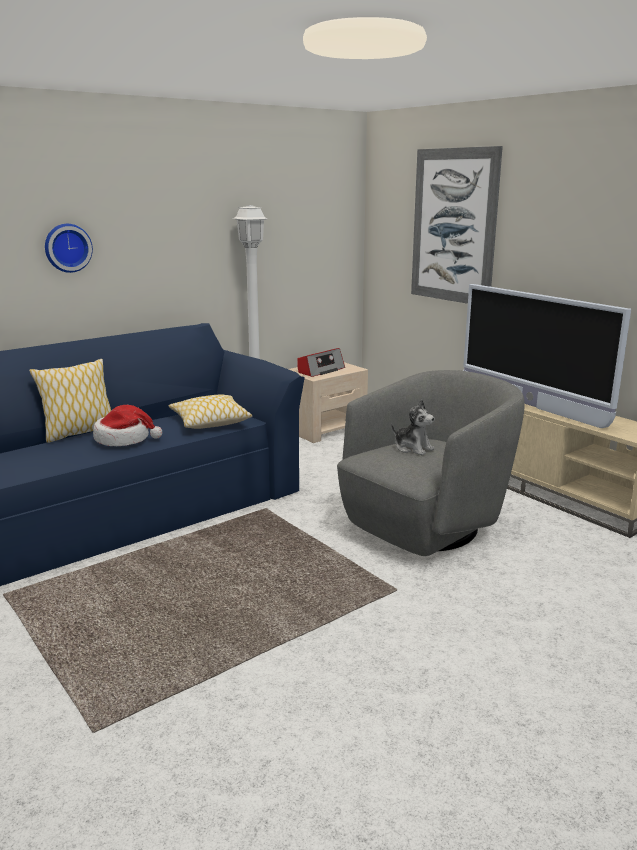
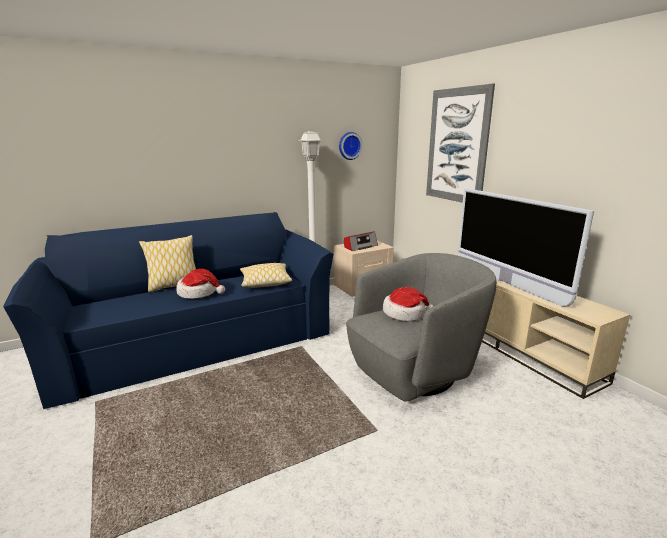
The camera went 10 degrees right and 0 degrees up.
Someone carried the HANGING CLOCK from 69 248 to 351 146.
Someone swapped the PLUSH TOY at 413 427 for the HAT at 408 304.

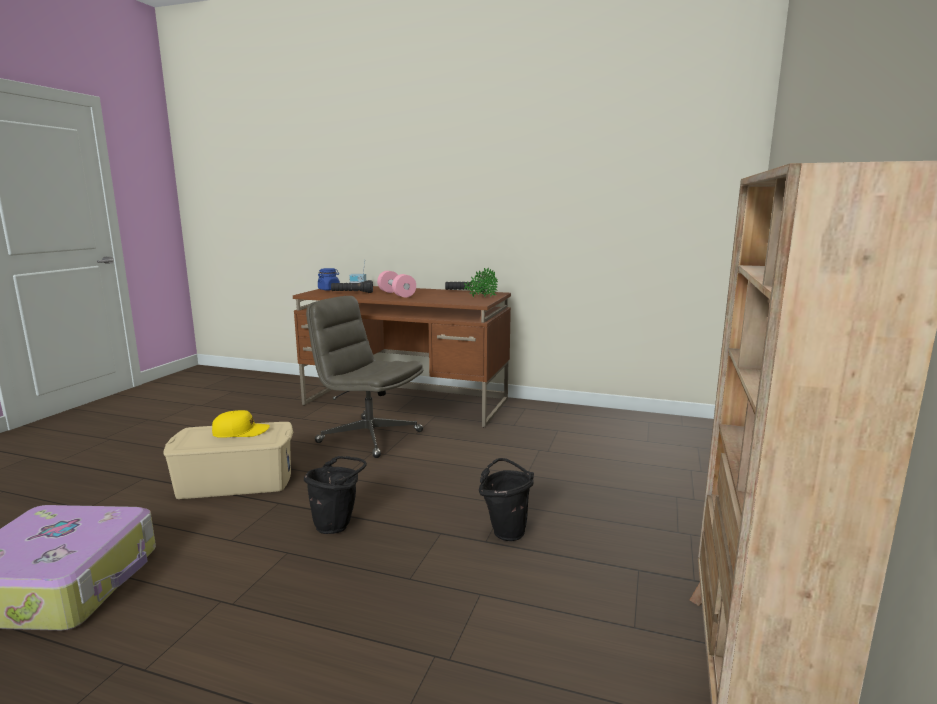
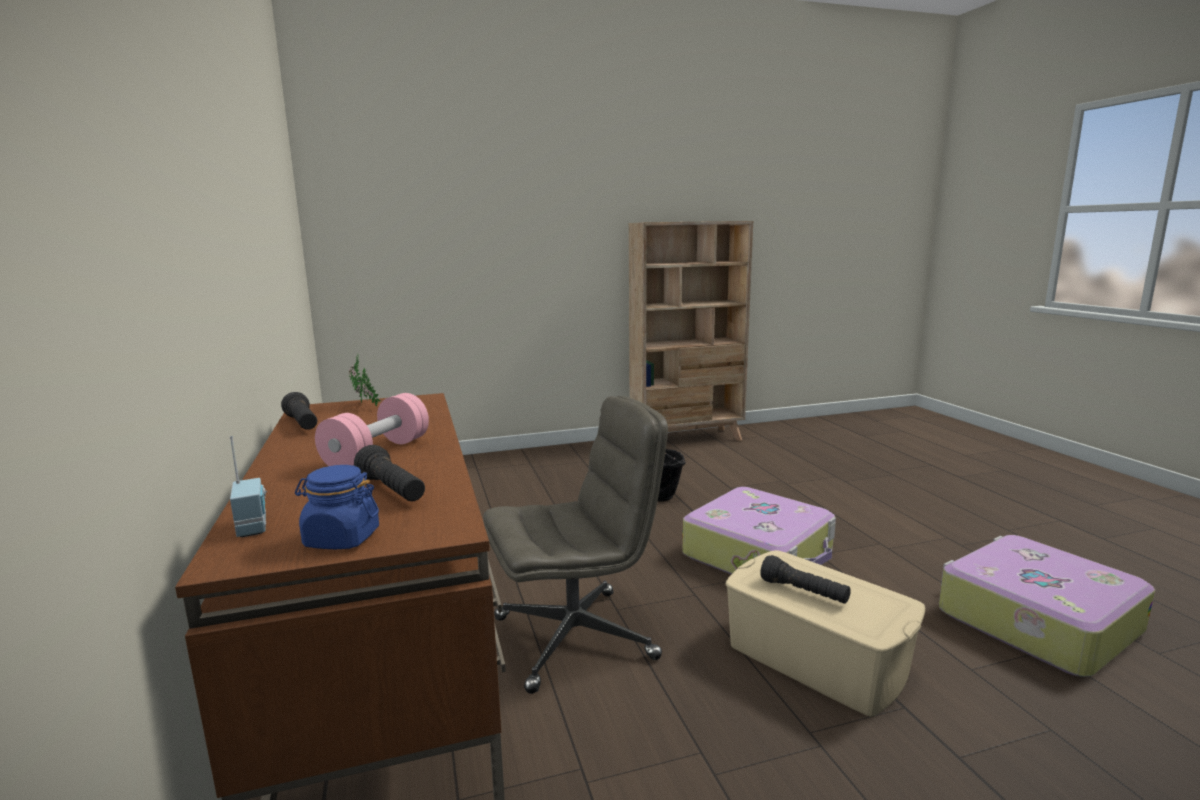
The camera went 125 degrees left and 0 degrees up.
Someone rotated the GREYISH COMPUTER CHAIR at 364 377 by 105 degrees counterclockwise.
Someone swapped the BLACK PAIL at 335 495 for the TRAVEL CASE at 759 530.
Someone swapped the YELLOW CAP at 241 424 for the BLACK HAND TORCH at 805 579.

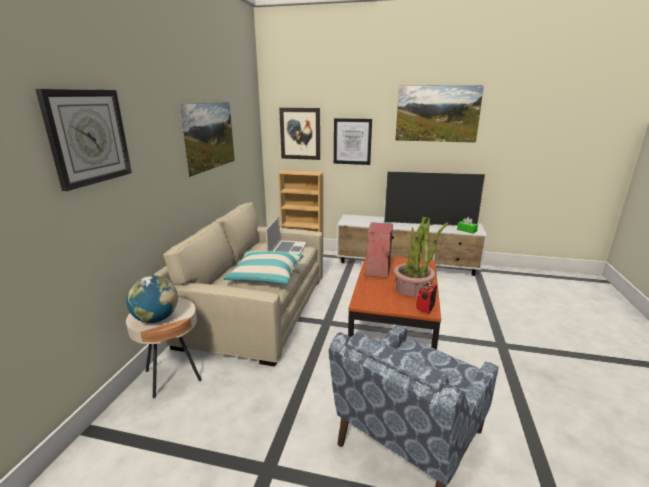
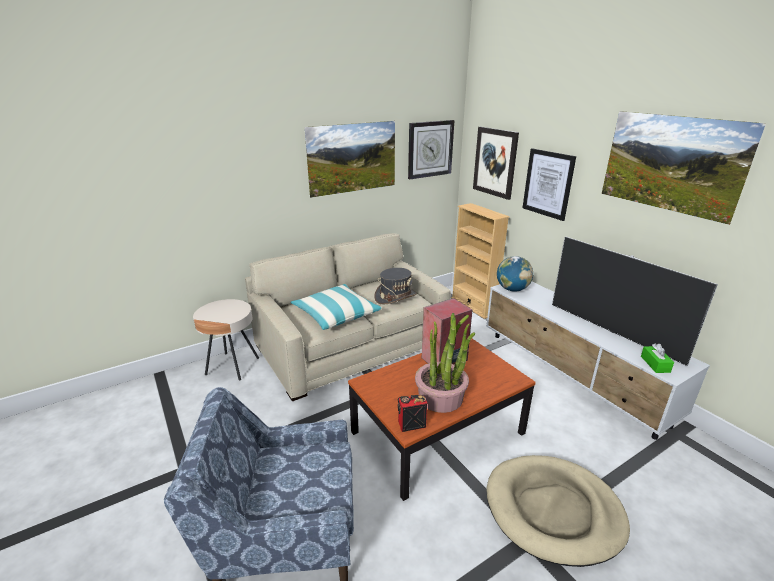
The camera went 45 degrees right and 5 degrees up.
Someone swapped the LAPTOP at 286 235 for the GREYISH HAT at 395 286.
Someone carried the HANGING CLOCK from 83 140 to 431 149.
Someone put down the BEIGE-COLOURED DOG BED at 558 511.
Someone carried the GLOBE from 152 299 to 515 273.

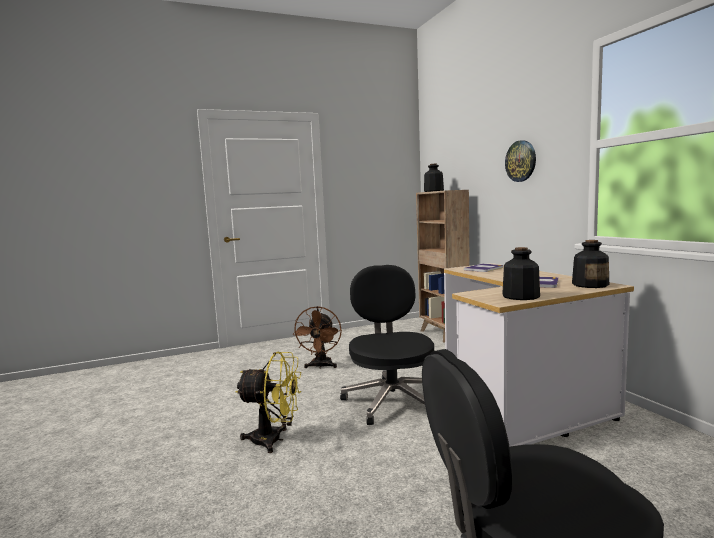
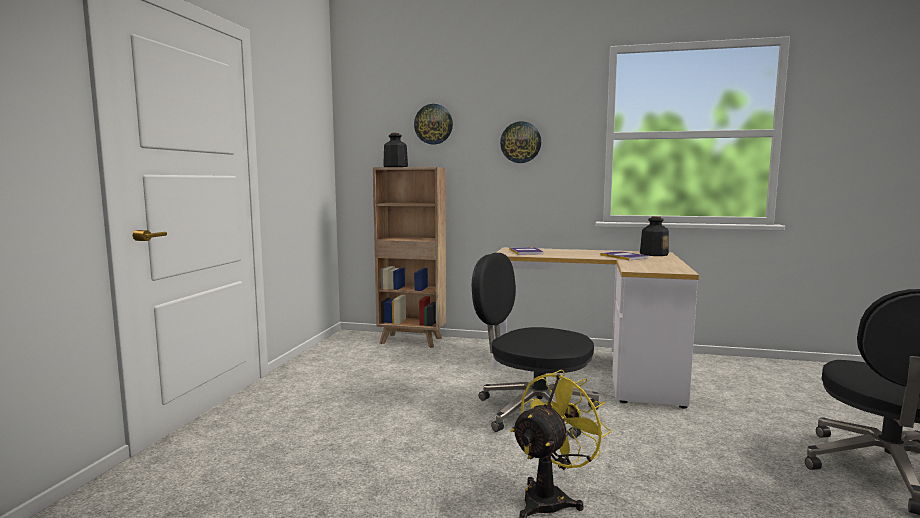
The camera went 55 degrees left and 0 degrees up.
Someone put up the HANGING CLOCK at 433 124.
Someone took away the BROWN FAN at 317 337.
Someone took away the DRINK BOTTLE at 521 273.

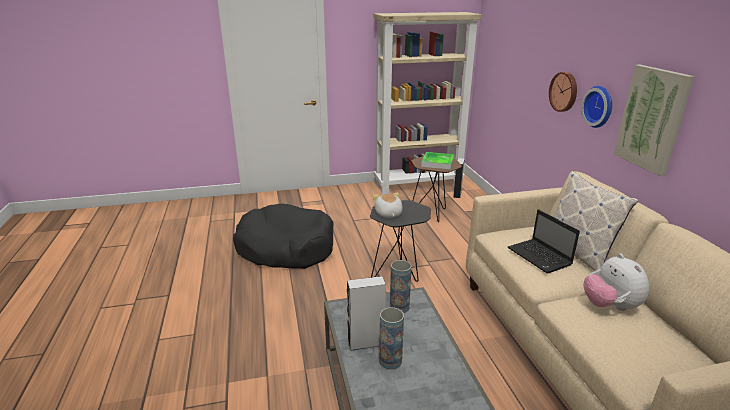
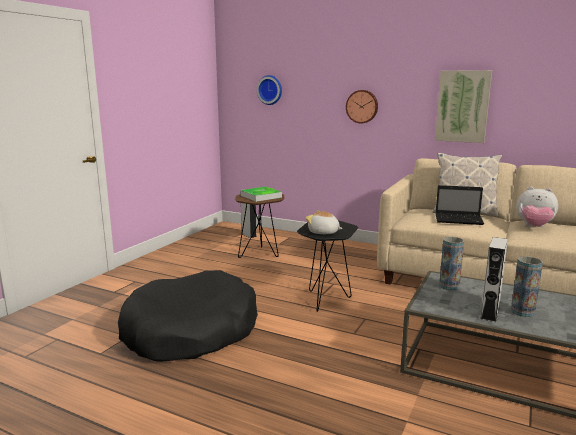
The camera went 50 degrees left and 10 degrees down.
Someone carried the HANGING CLOCK from 596 107 to 269 90.
Someone took away the BEIGE-COLOURED BOOKCASE at 428 103.

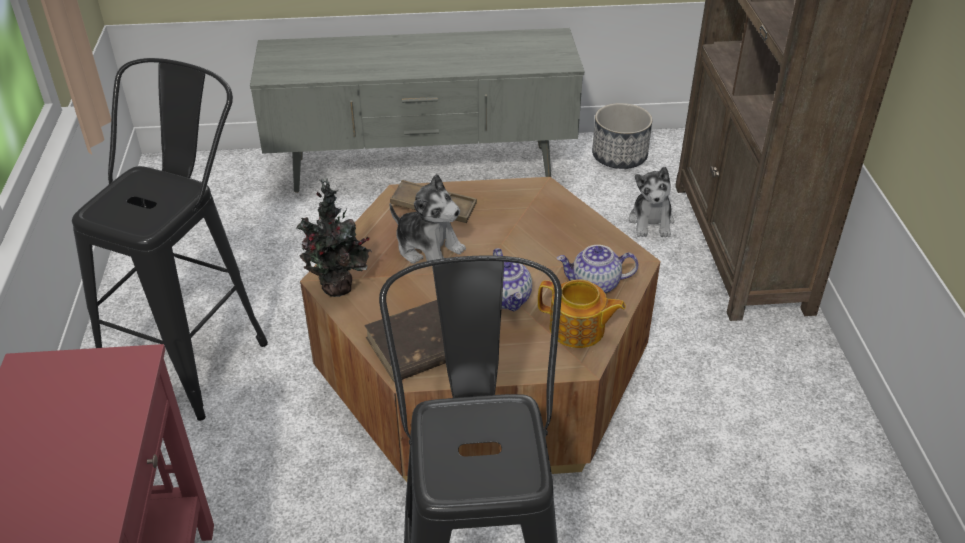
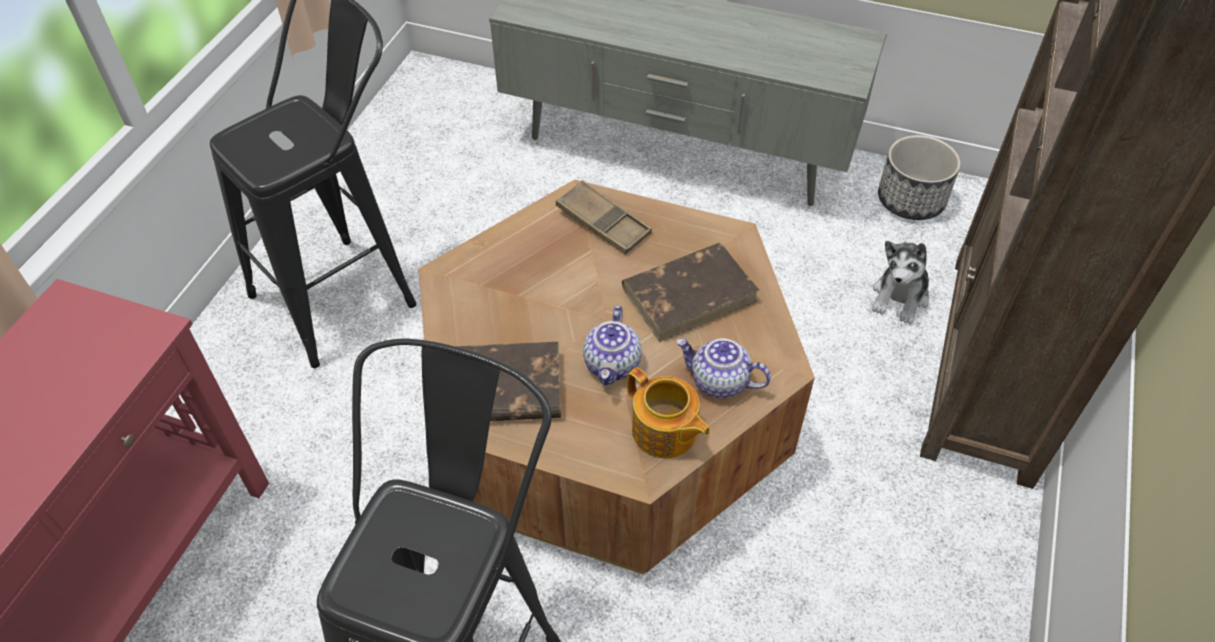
The camera went 25 degrees right and 10 degrees up.
Someone put down the BROWN BOUND BOOK at 691 292.
Someone took away the POTTED PLANT at 334 237.
Someone took away the PLUSH TOY at 427 219.

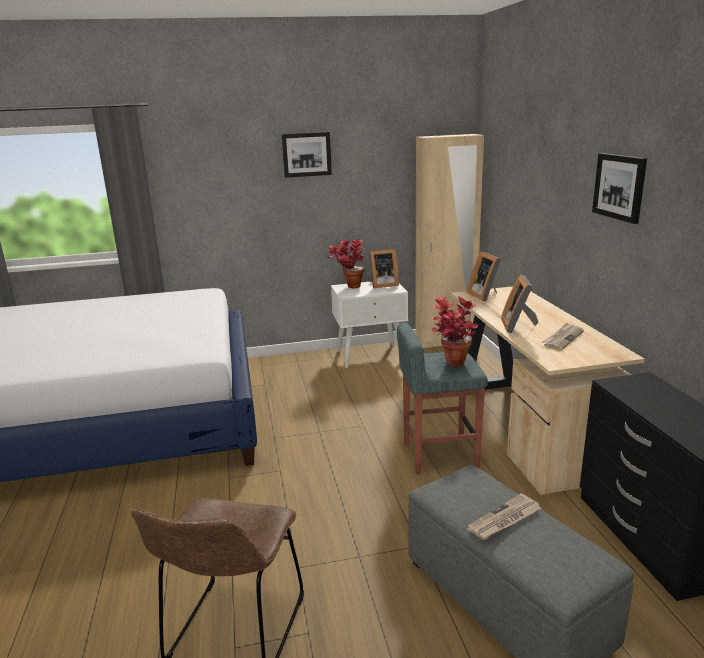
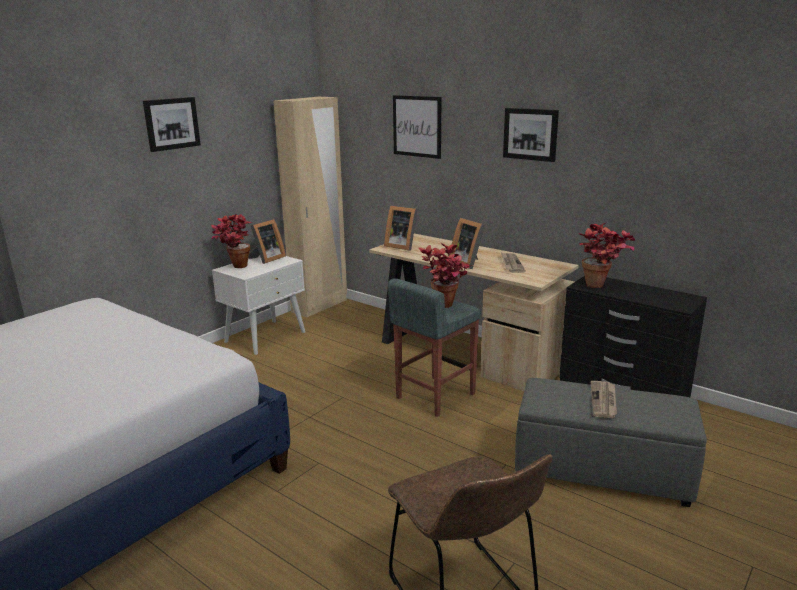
The camera went 40 degrees left and 0 degrees up.
Someone put up the WALL PICTURE at 417 127.
Someone put down the POTTED PLANT at 607 255.

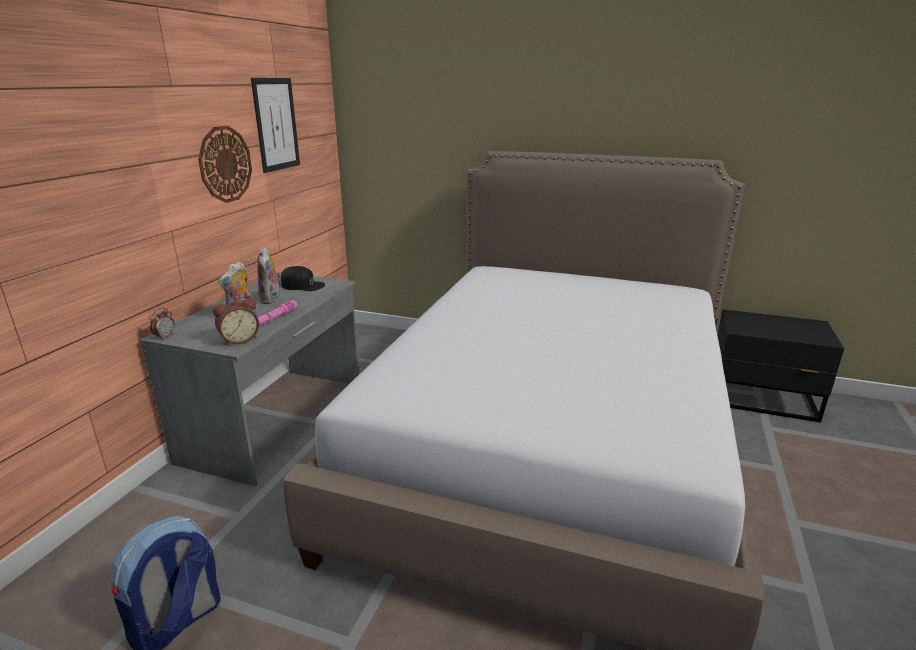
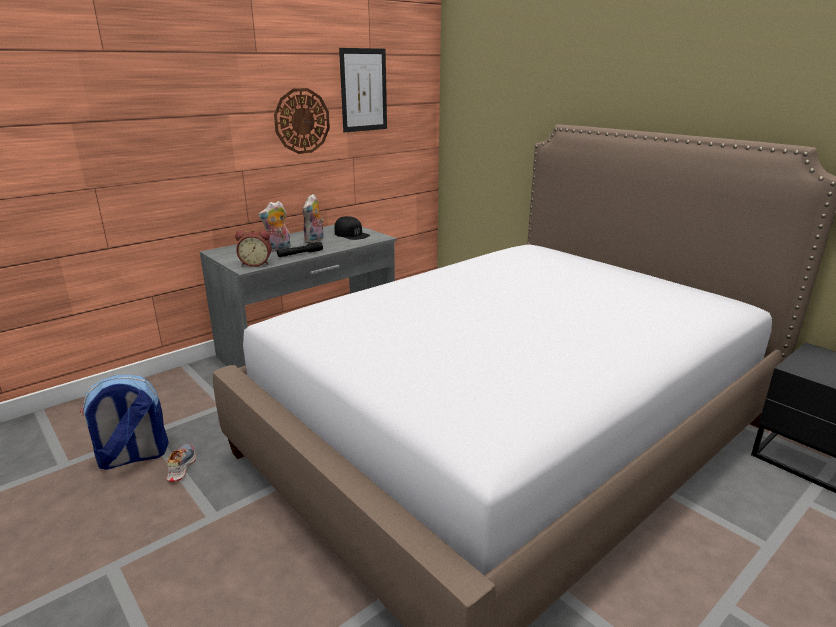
The camera went 30 degrees right and 0 degrees up.
Someone put down the SHOE at 181 463.
Someone repainted the PINK-COLOURED HAND TORCH at 278 313, which became the BLACK HAND TORCH at 300 249.
Someone took away the ALARM CLOCK at 162 323.

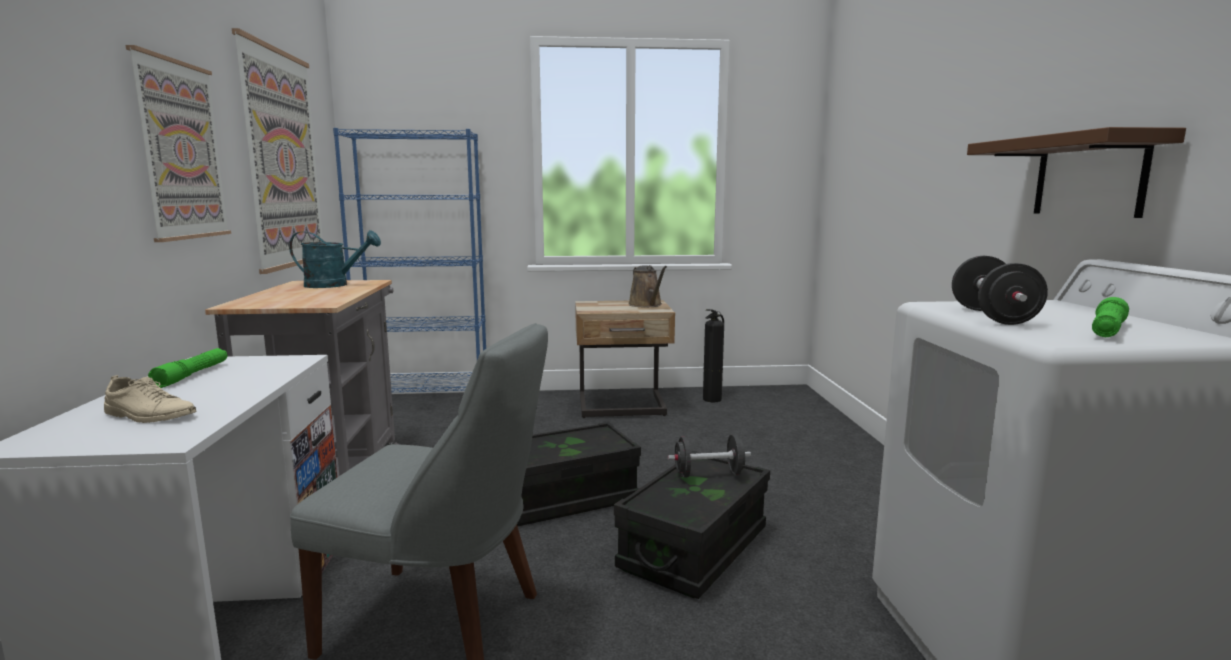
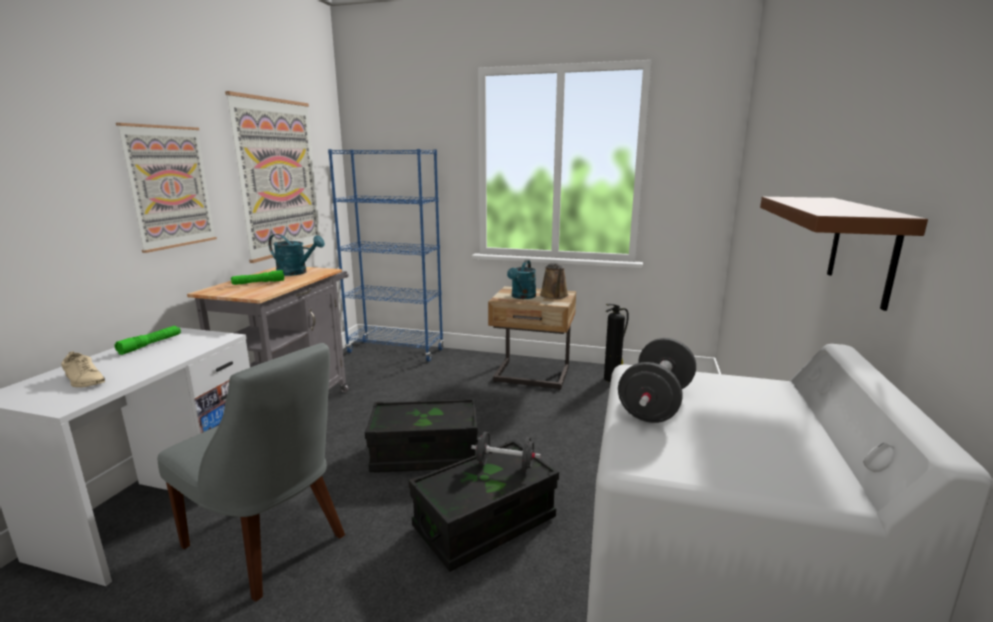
The camera went 20 degrees right and 5 degrees up.
Someone carried the GREEN-COLOURED HAND TORCH from 1110 317 to 257 277.
Someone put down the BLUE-GREEN WATERING CAN at 521 279.

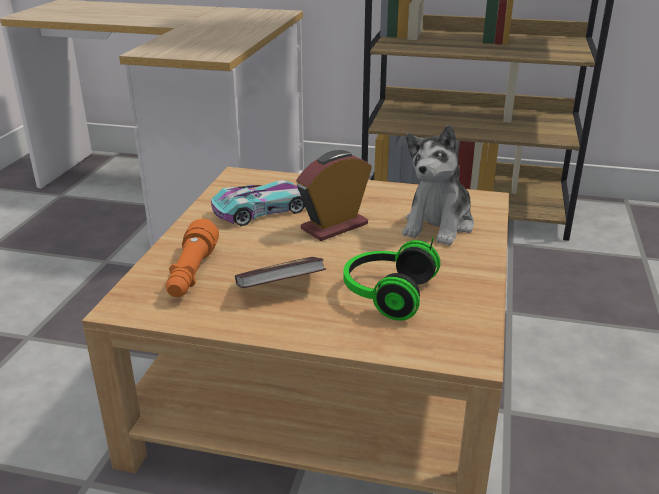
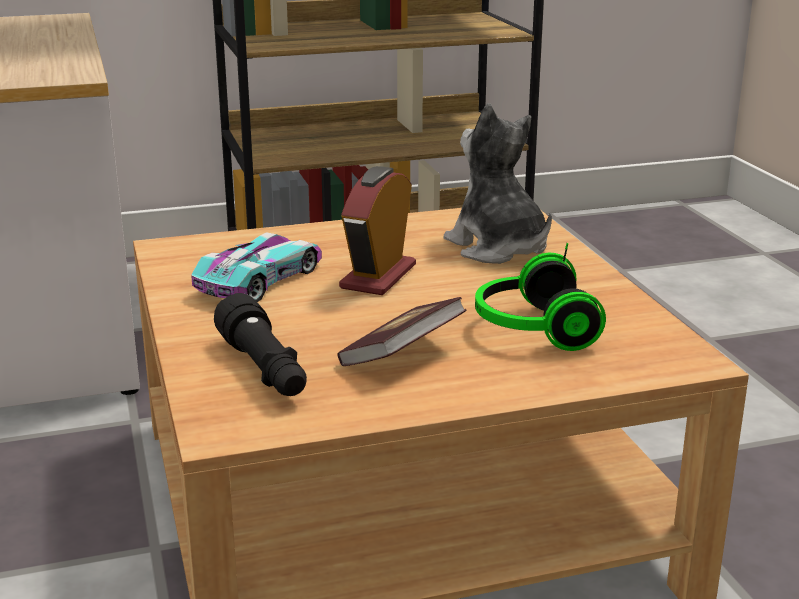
The camera went 30 degrees left and 5 degrees down.
Someone repainted the ORANGEY HAND TORCH at 192 258, which became the BLACK HAND TORCH at 260 344.
Someone rotated the PLUSH TOY at 438 185 by 150 degrees clockwise.

